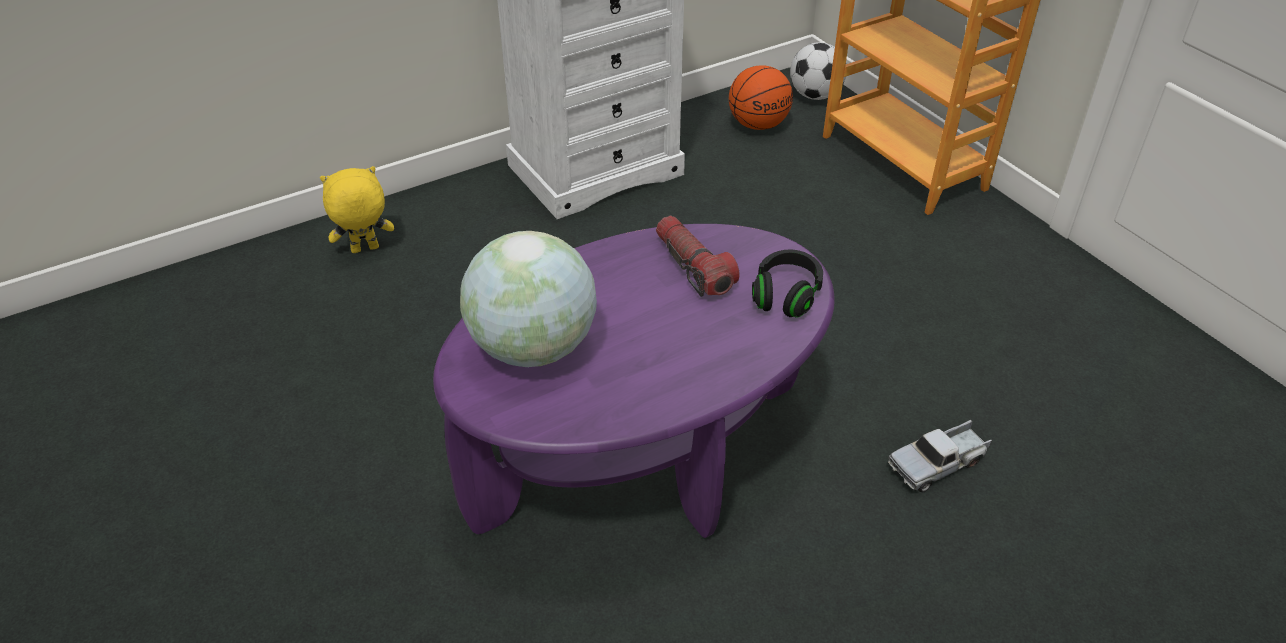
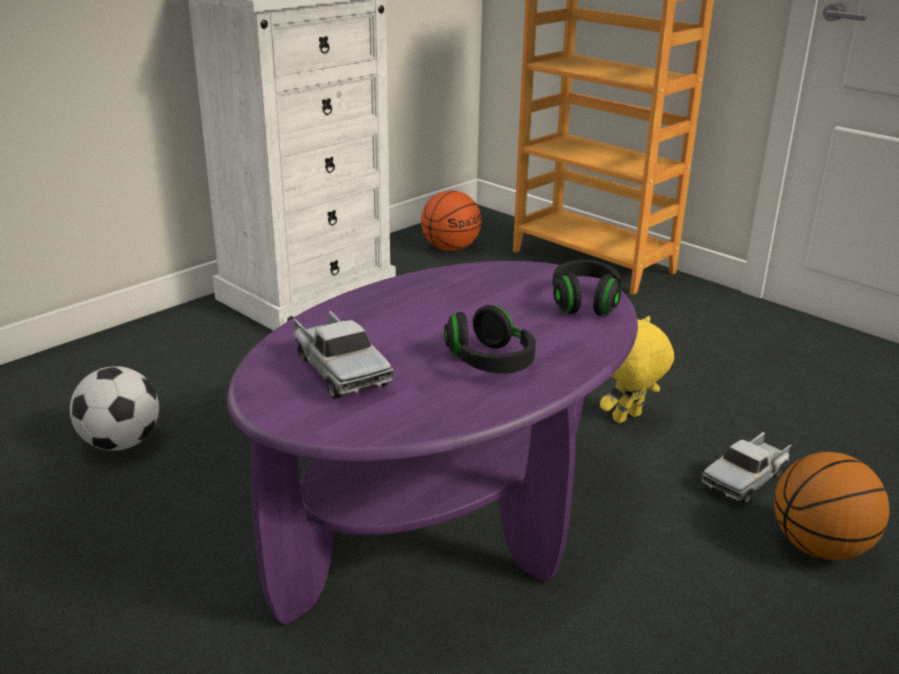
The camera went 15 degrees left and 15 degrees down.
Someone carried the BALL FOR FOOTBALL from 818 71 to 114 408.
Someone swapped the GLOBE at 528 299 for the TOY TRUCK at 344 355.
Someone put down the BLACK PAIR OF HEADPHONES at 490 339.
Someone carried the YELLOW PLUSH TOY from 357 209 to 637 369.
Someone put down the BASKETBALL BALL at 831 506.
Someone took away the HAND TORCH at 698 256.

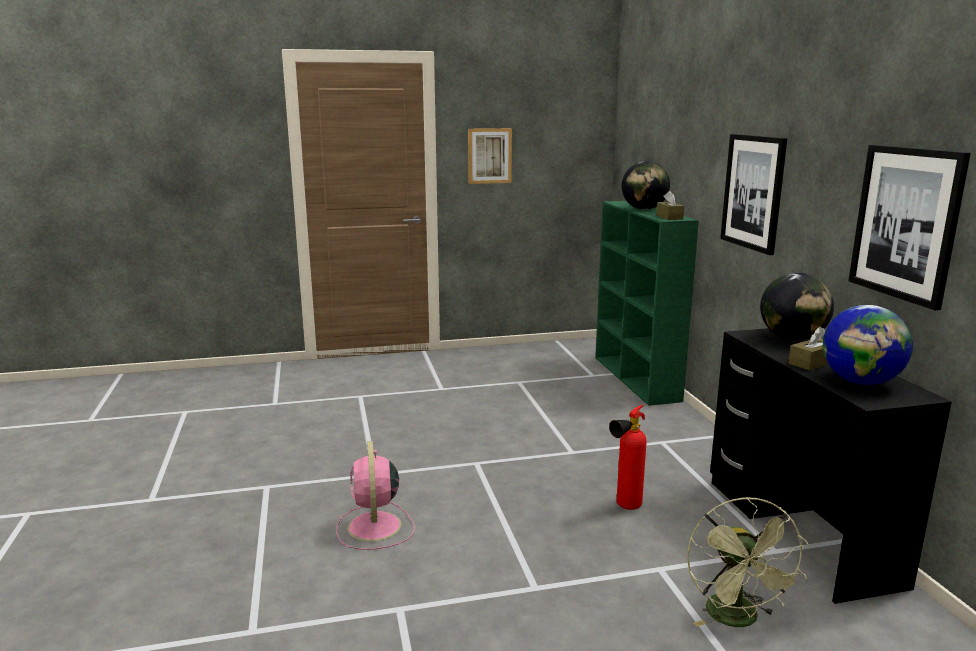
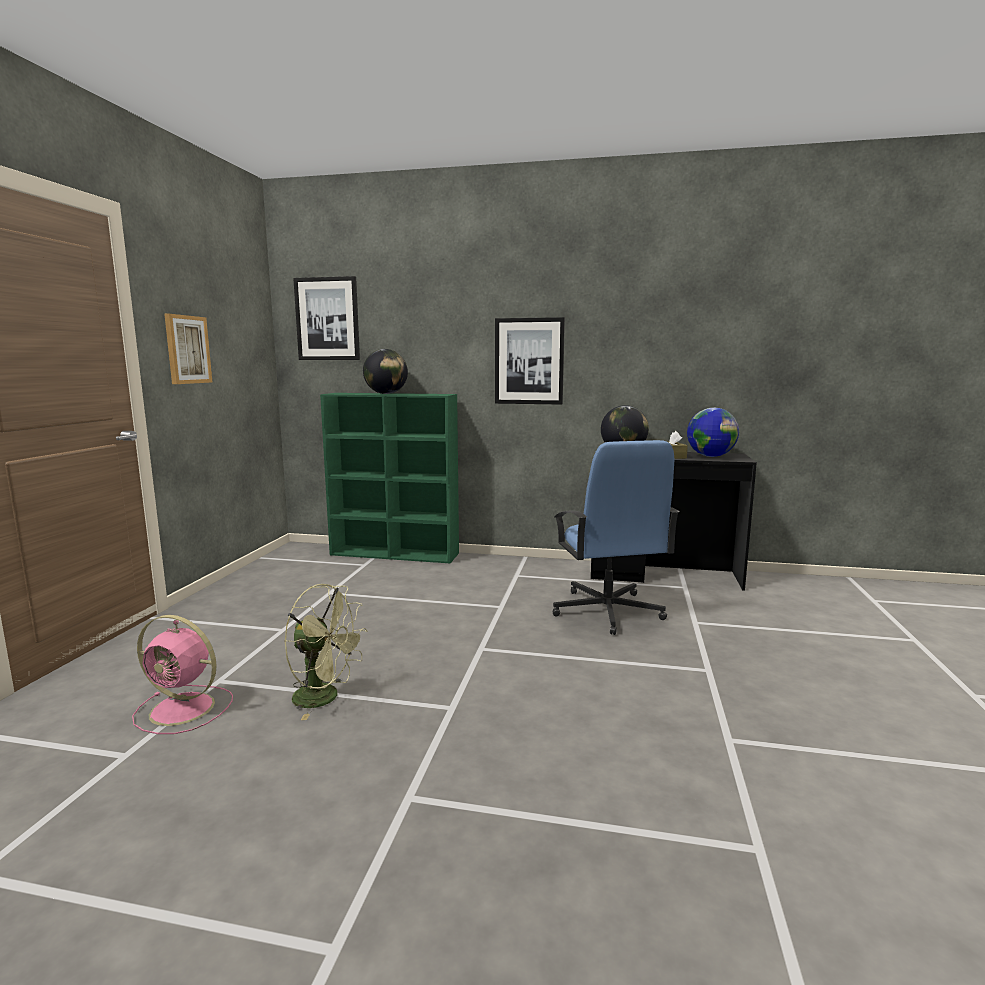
The camera went 65 degrees left and 5 degrees down.
Someone carried the PINK-COLOURED FAN from 375 495 to 182 674.
Someone carried the GREEN-COLOURED FAN from 748 562 to 325 652.
Someone carried the WALL PICTURE from 909 227 to 326 318.
Someone swapped the FIRE-FIGHTING CYLINDER at 628 457 for the BLUE-COLOURED COMPUTER CHAIR at 616 537.
Someone took away the BROWN TISSUE HOLDER at 670 205.

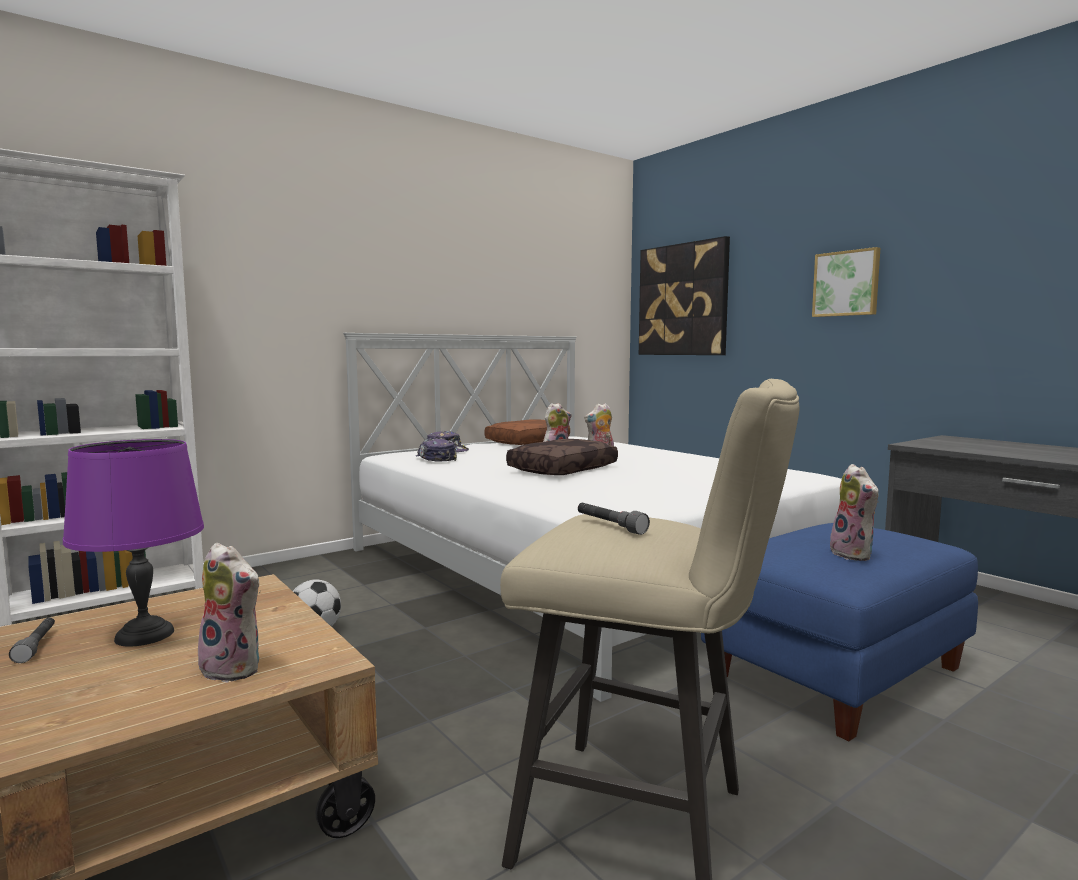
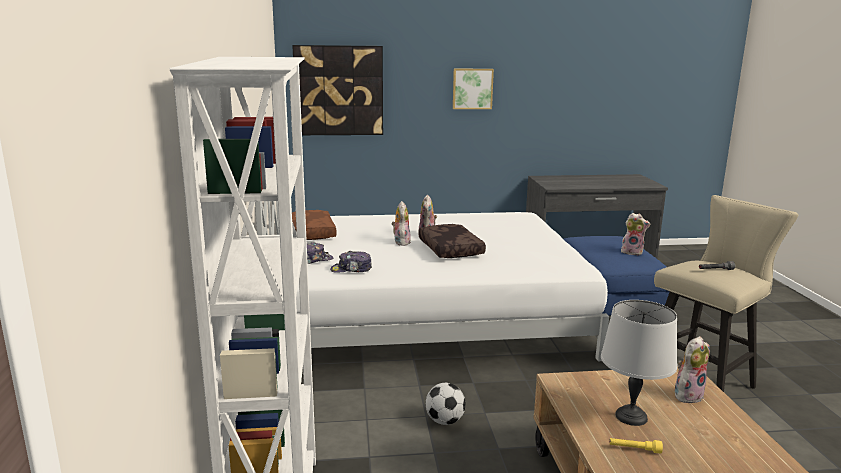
The camera went 60 degrees left and 10 degrees up.
Someone repainted the PURPLE-COLOURED LAMP FOR A TABLE at 133 543, which became the GREYISH LAMP FOR A TABLE at 639 363.
Someone repainted the GREYISH HAND TORCH at 32 640, which became the YELLOW HAND TORCH at 636 445.

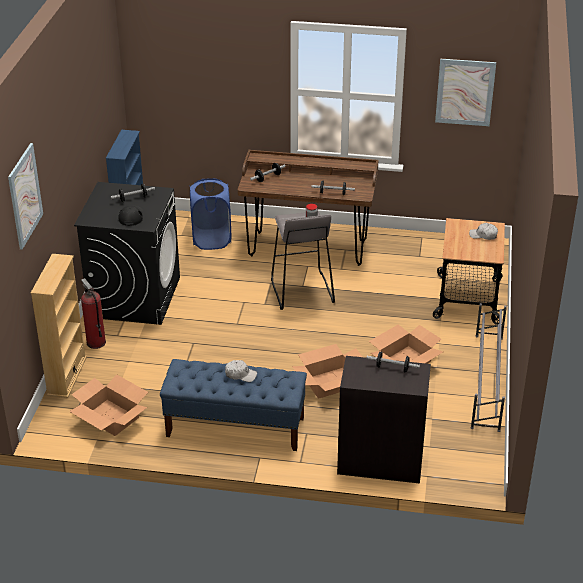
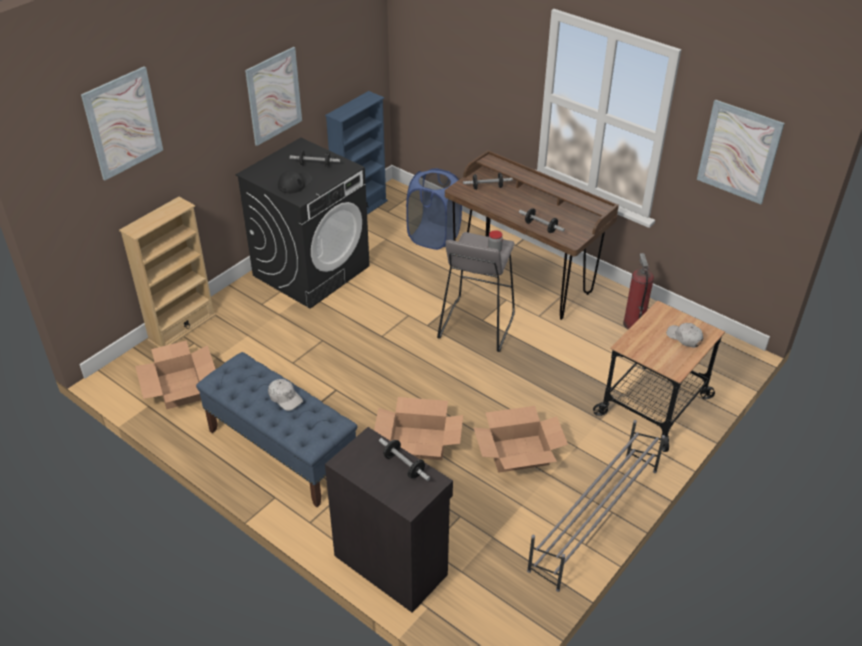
The camera went 30 degrees right and 5 degrees up.
Someone put up the WALL PICTURE at 273 96.
Someone carried the FIRE-FIGHTING CYLINDER from 93 313 to 638 291.

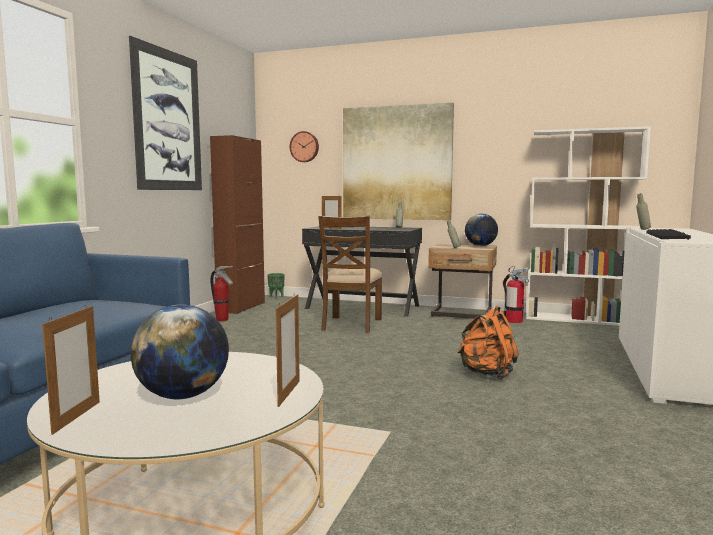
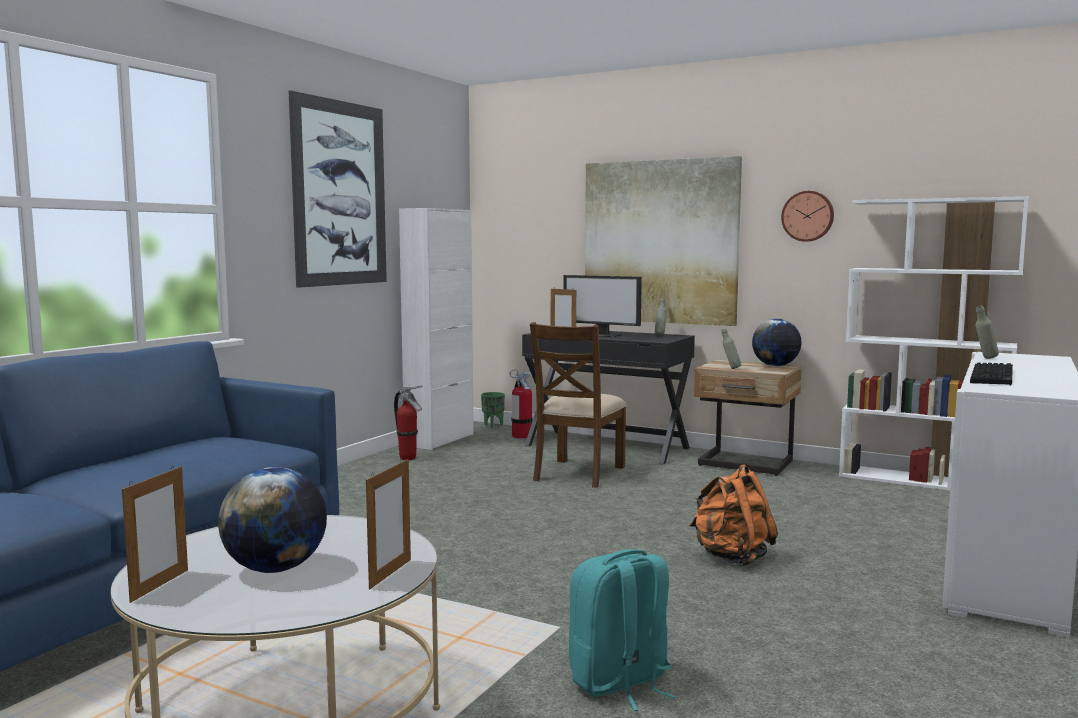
The camera went 10 degrees right and 0 degrees up.
Someone repainted the BROWN CUPBOARD at 237 224, which became the WHITISH CUPBOARD at 436 329.
Someone carried the FIRE-FIGHTING CYLINDER from 516 294 to 521 403.
Someone put down the MONITOR at 602 306.
Someone put down the BLUE-GREEN RUCKSACK at 622 630.
Someone carried the HANGING CLOCK from 304 146 to 807 216.

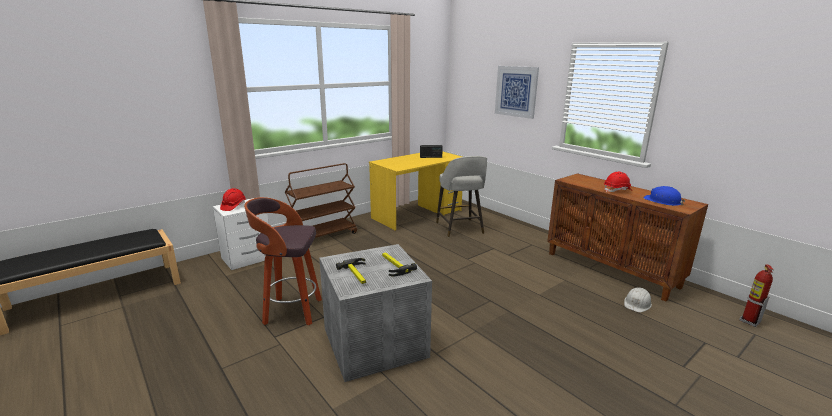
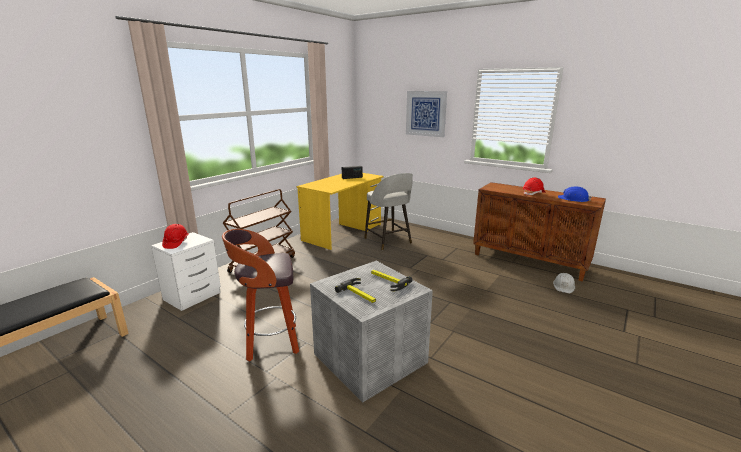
The camera went 15 degrees left and 0 degrees up.
Someone took away the FIRE-FIGHTING CYLINDER at 756 295.

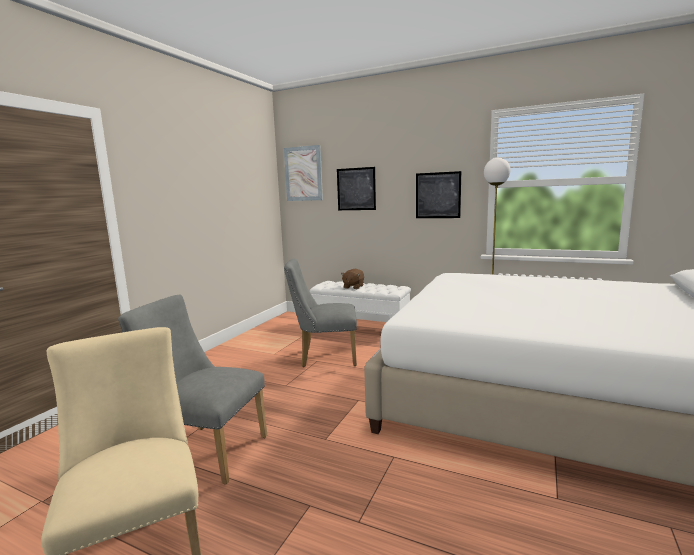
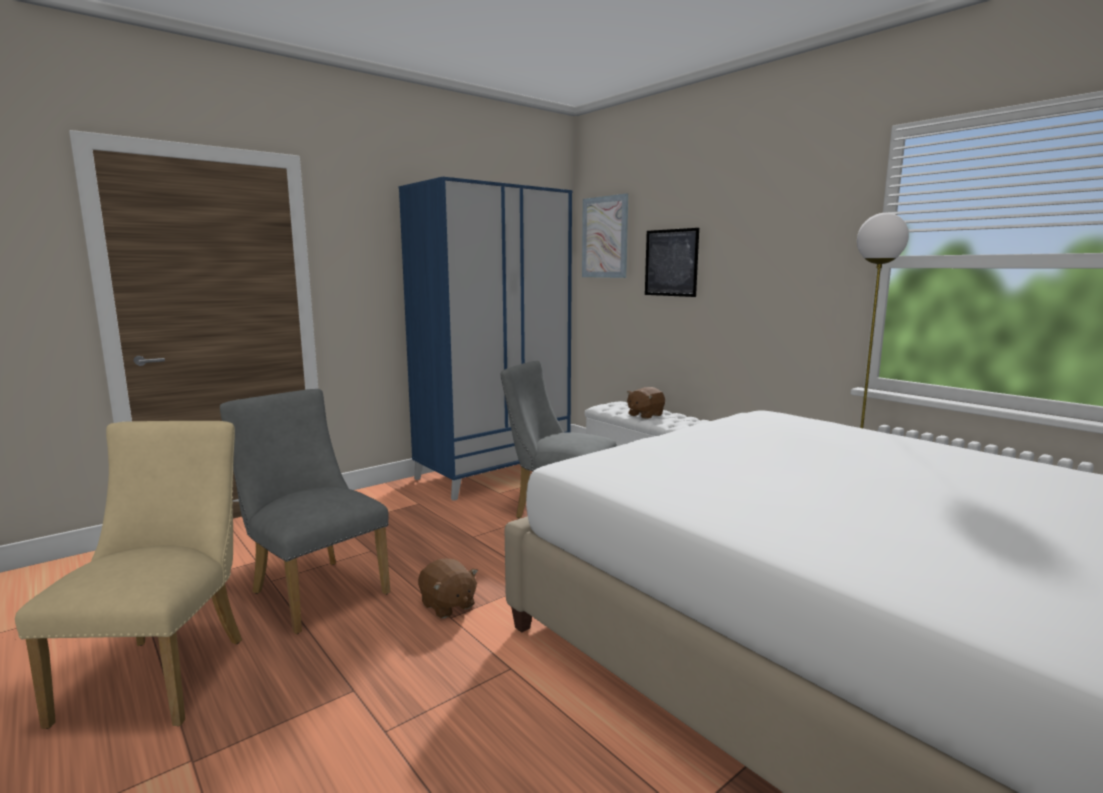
The camera went 25 degrees right and 0 degrees up.
Someone put down the BLUE-COLOURED WARDROBE at 485 339.
Someone put down the BROWN PLUSH TOY at 448 588.
Someone took away the WALL PICTURE at 438 194.

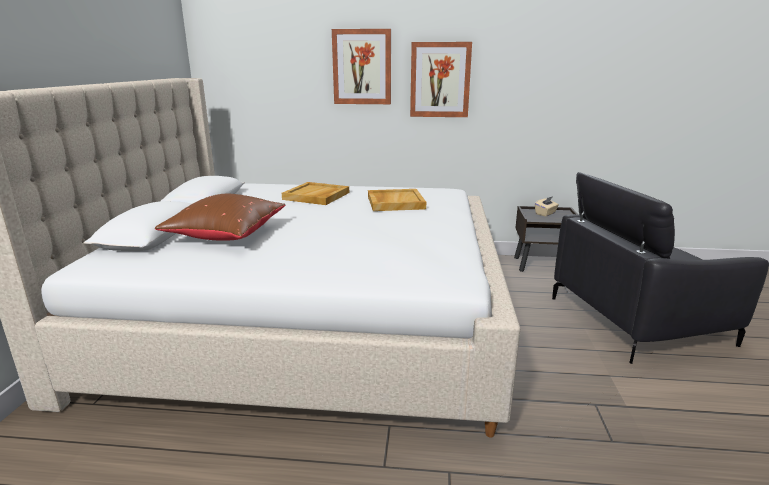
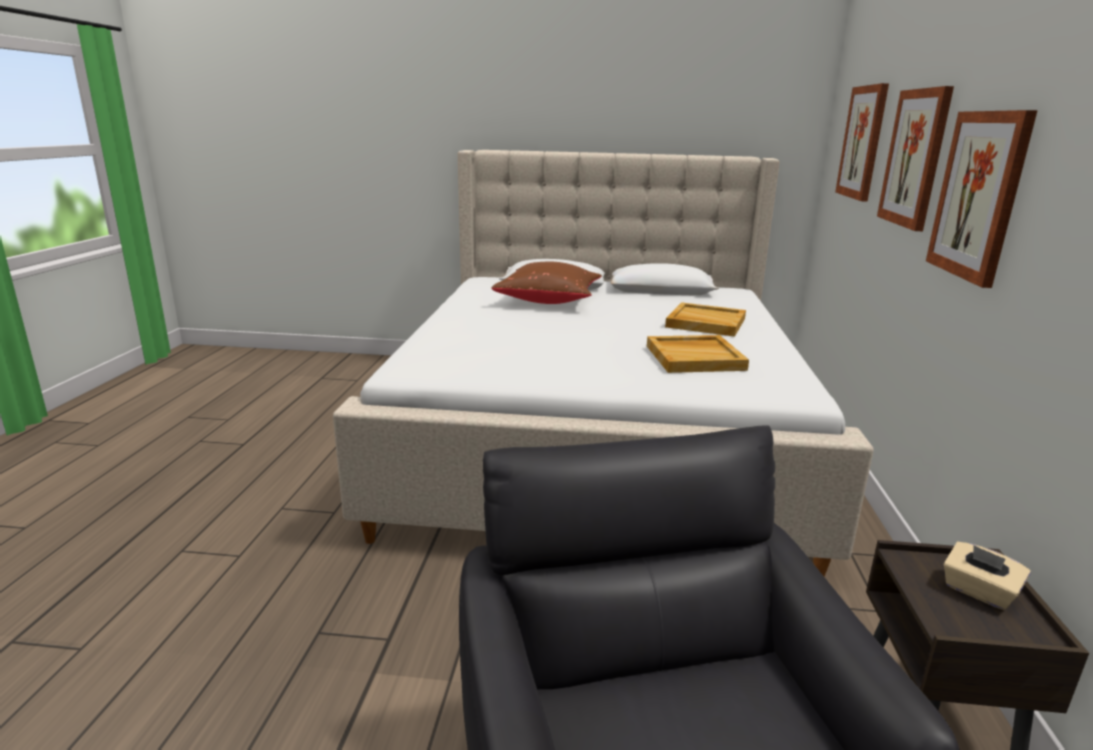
The camera went 90 degrees right and 0 degrees up.
Someone put up the WALL PICTURE at 862 142.

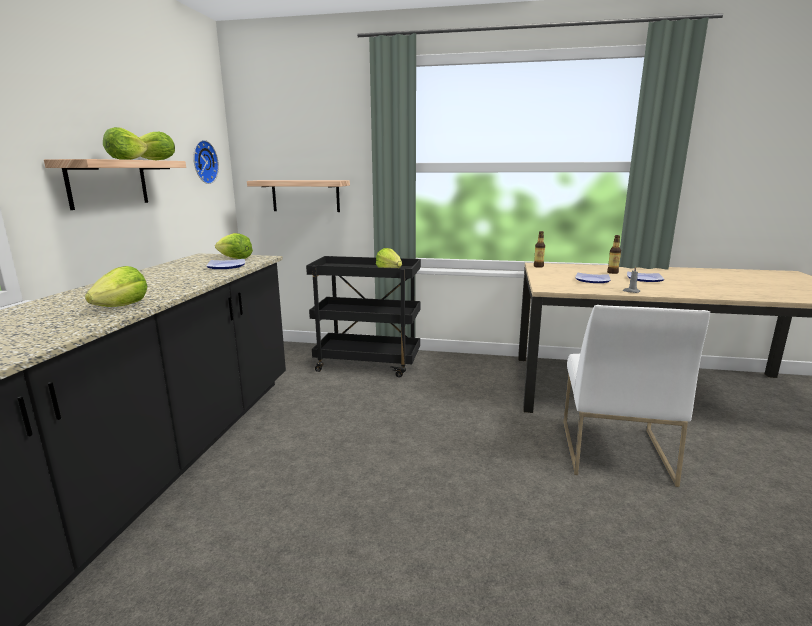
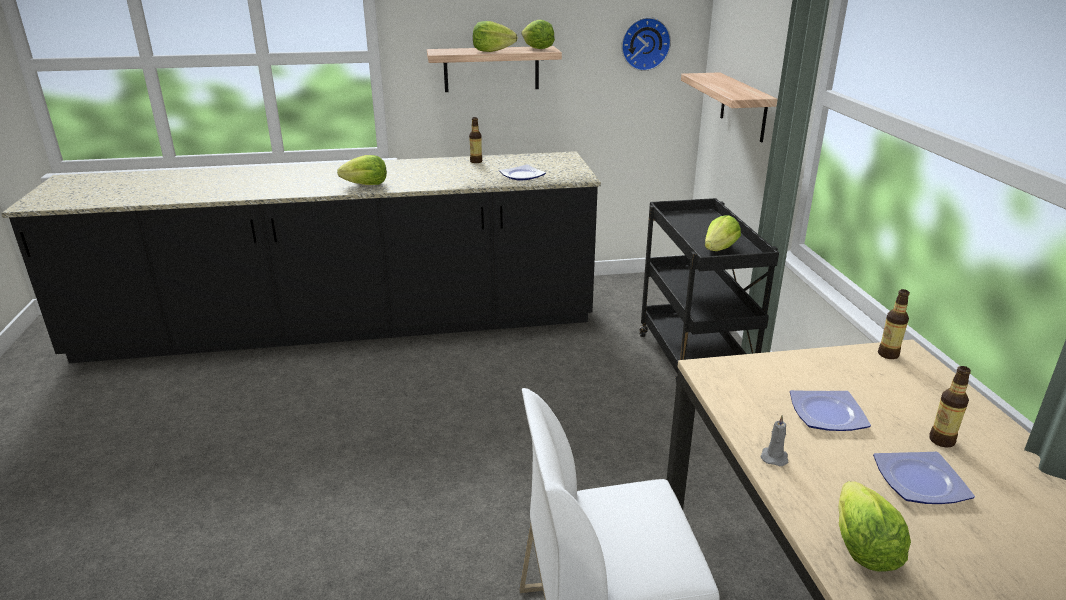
The camera went 70 degrees right and 10 degrees up.
Someone put down the DRINK BOTTLE at 475 140.
Someone carried the HEAD OF LETTUCE from 234 246 to 874 526.

